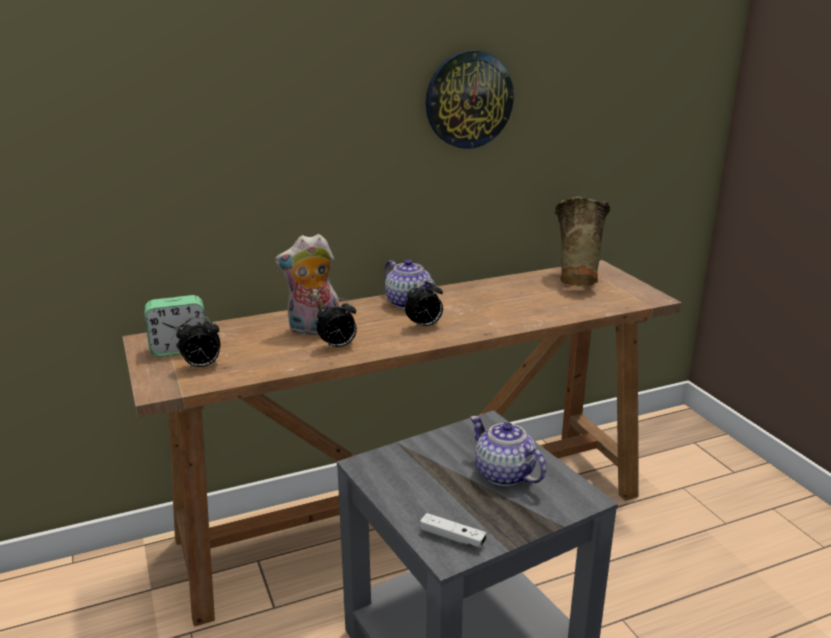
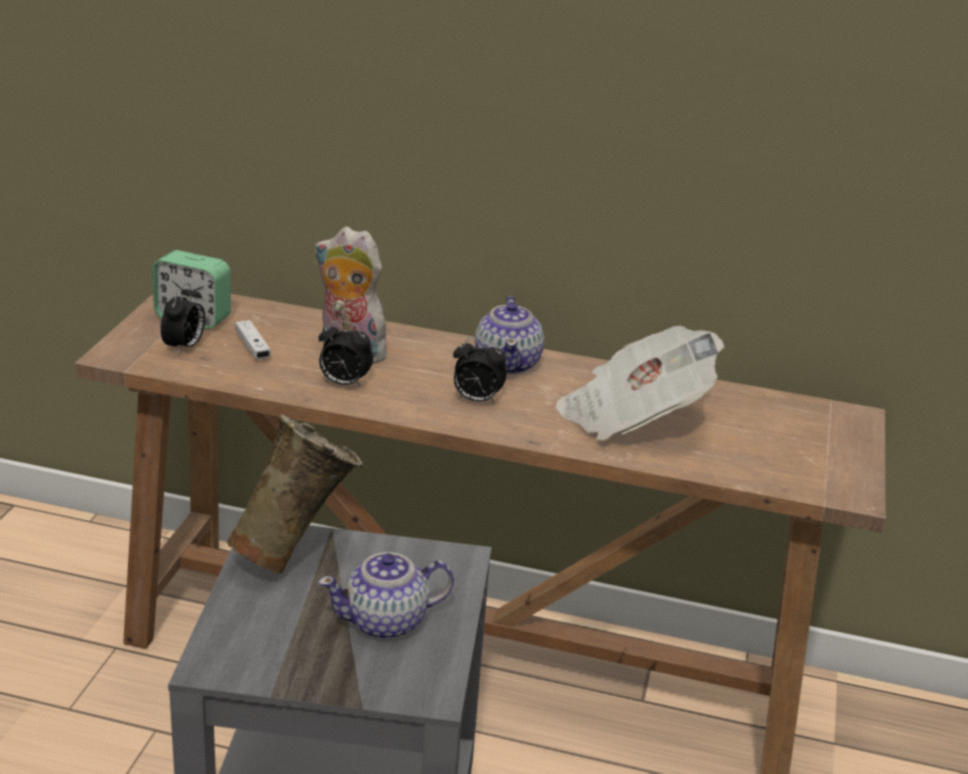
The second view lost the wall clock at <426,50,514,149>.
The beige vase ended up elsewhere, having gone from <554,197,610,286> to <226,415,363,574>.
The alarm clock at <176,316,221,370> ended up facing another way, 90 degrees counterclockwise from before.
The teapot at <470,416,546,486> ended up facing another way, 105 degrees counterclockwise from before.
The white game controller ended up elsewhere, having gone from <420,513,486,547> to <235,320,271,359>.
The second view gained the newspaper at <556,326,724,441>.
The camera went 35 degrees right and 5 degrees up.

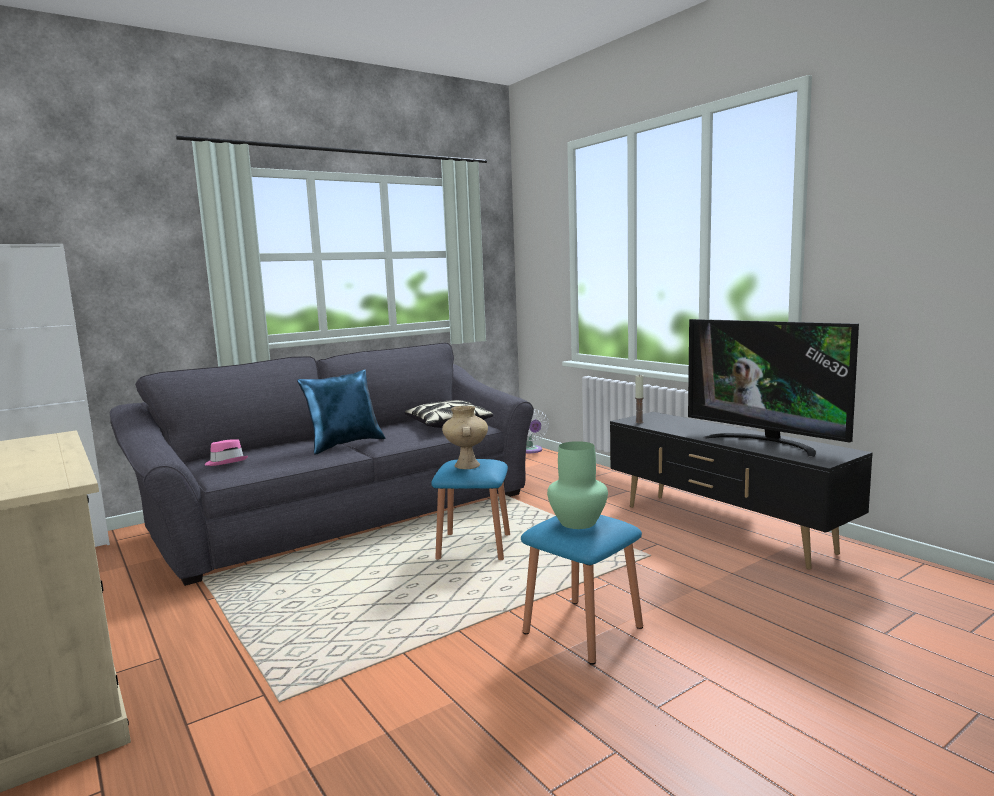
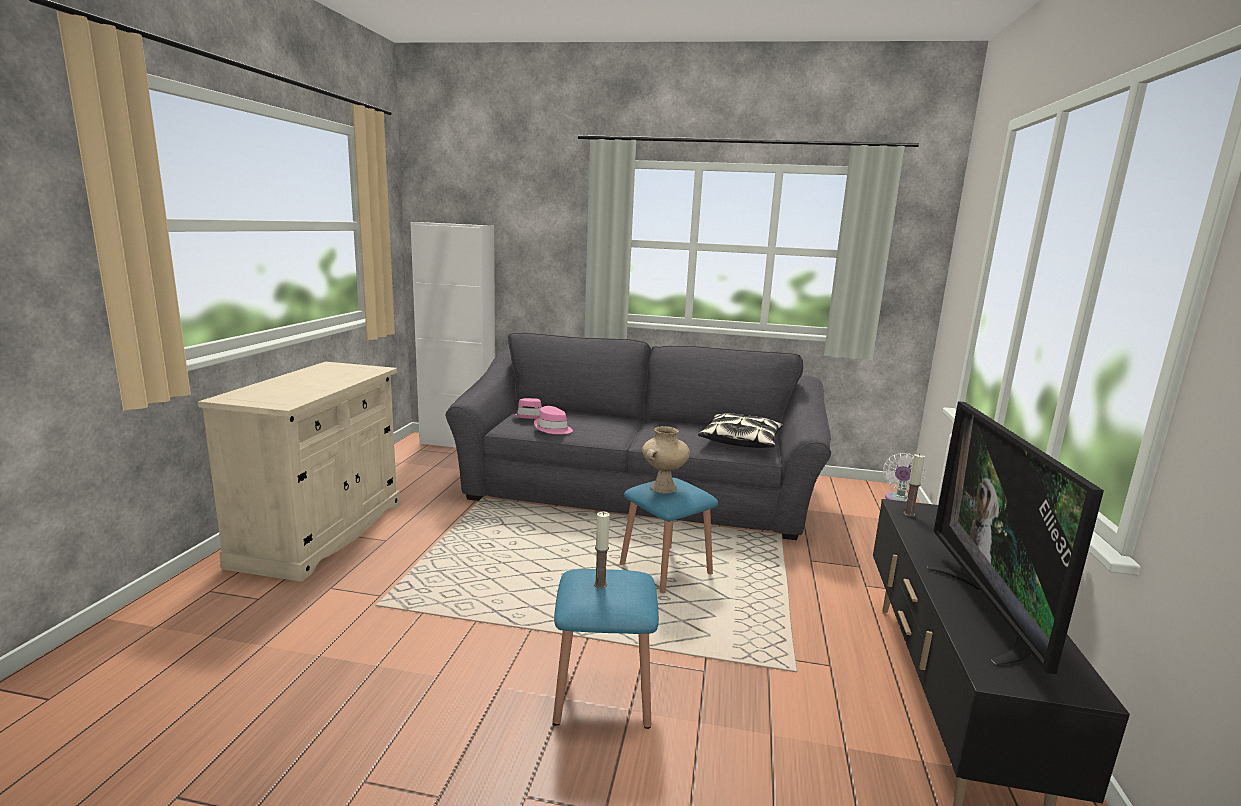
The second view lost the blue pillow at <297,369,385,454>.
Where the green vase stood at <547,441,608,529>, the candle came to stand at <594,512,610,588>.
The second view gained the pink hat at <534,406,573,434>.
The camera went 45 degrees right and 5 degrees up.

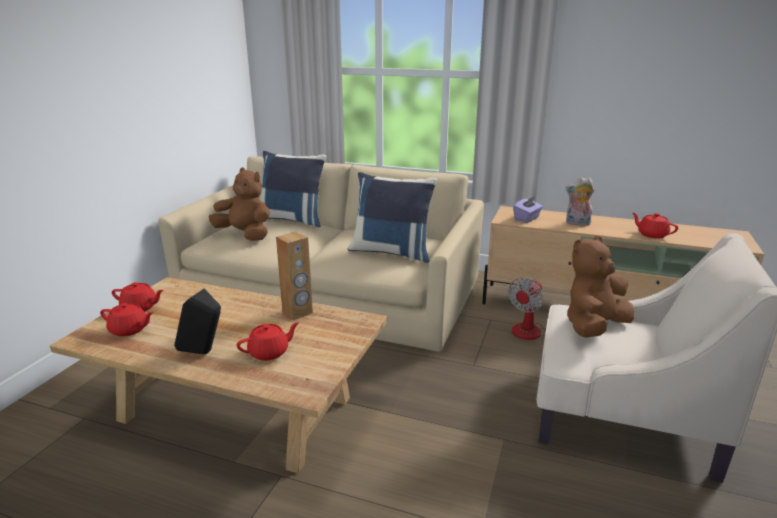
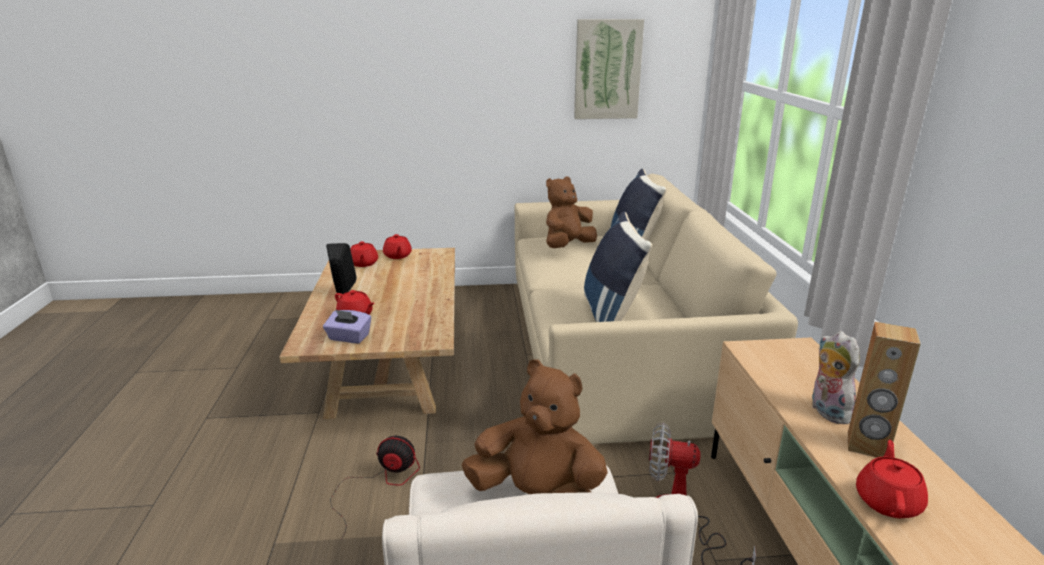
The brown plush toy at <209,167,270,241> ended up facing another way, 135 degrees counterclockwise from before.
The purple tissue box ended up elsewhere, having gone from <513,196,543,223> to <323,309,371,343>.
The brown speaker ended up elsewhere, having gone from <276,232,313,320> to <848,322,921,457>.
The second view gained the picture at <574,19,644,119>.
The second view gained the fan at <330,436,420,540>.
The camera went 65 degrees right and 0 degrees up.

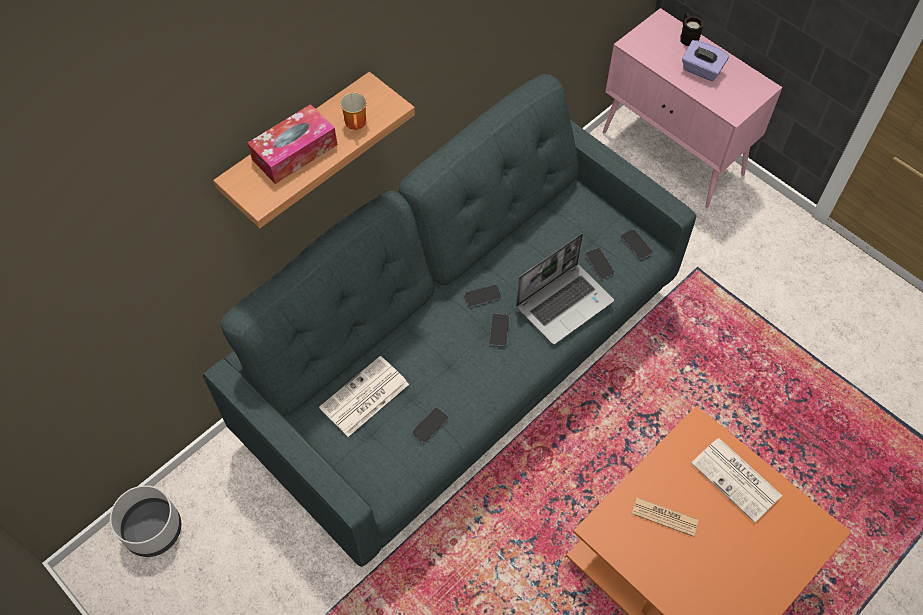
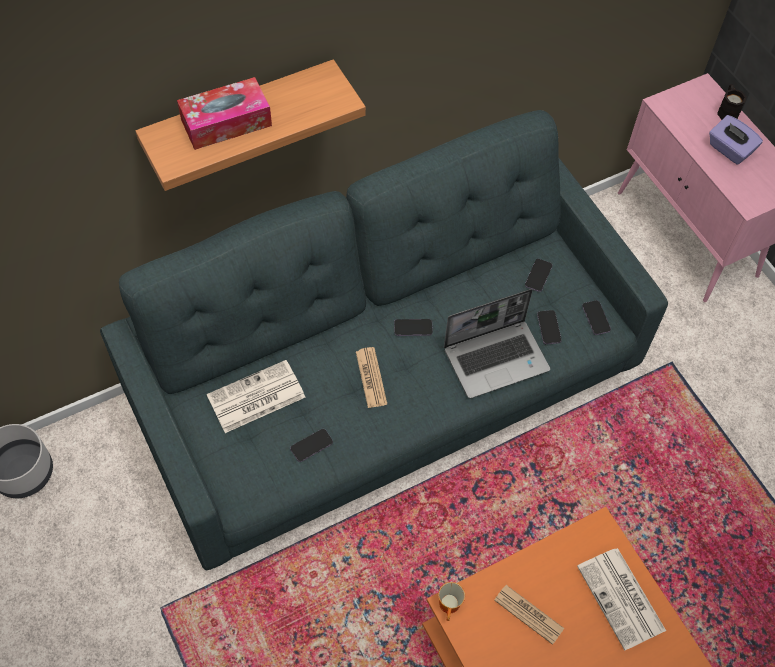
The mug ended up elsewhere, having gone from <340,92,367,130> to <438,582,465,621>.
The phone ended up elsewhere, having gone from <489,314,509,346> to <525,259,552,292>.
The second view gained the newspaper at <356,347,387,408>.
The camera went 15 degrees right and 0 degrees up.

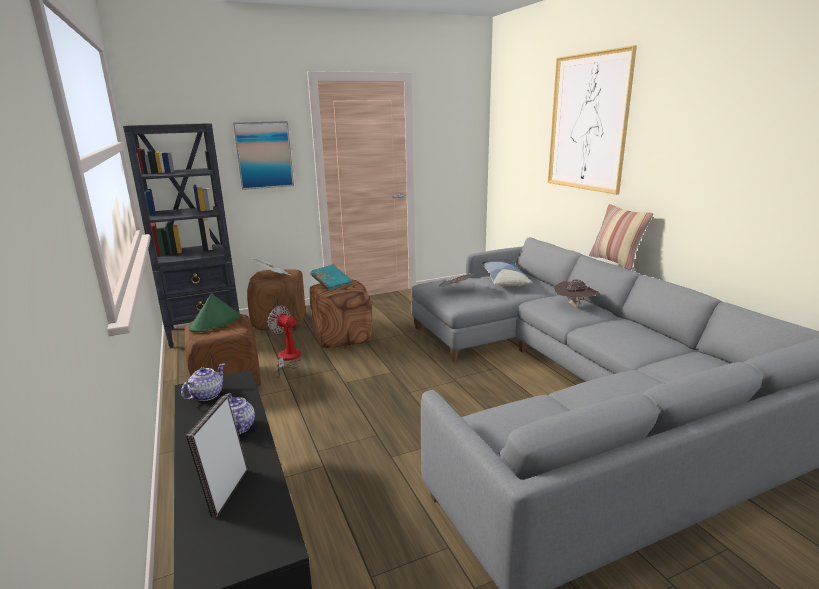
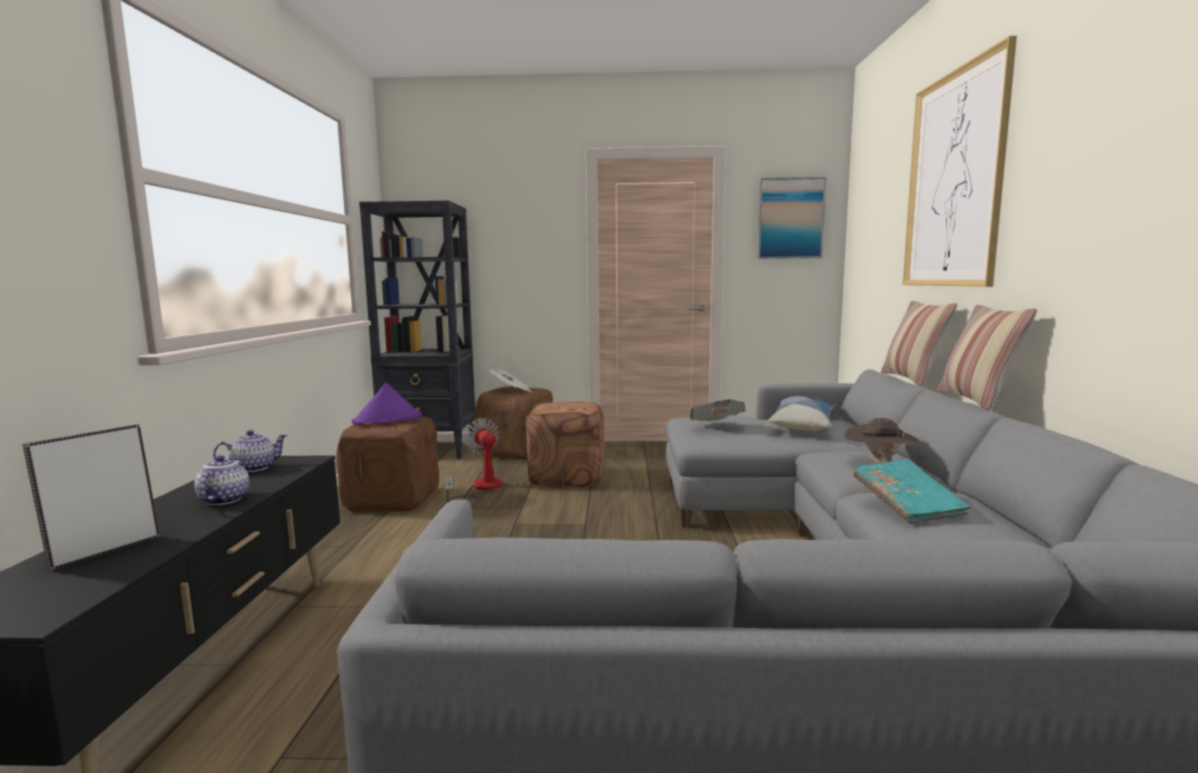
The picture ended up elsewhere, having gone from <233,121,294,190> to <757,177,826,259>.
The turquoise book ended up elsewhere, having gone from <310,264,353,291> to <853,459,970,524>.
What was the green hat at <188,293,240,332> turned into the purple hat at <351,383,422,425>.
The second view gained the pillow at <881,301,957,386>.
The camera went 25 degrees right and 10 degrees down.

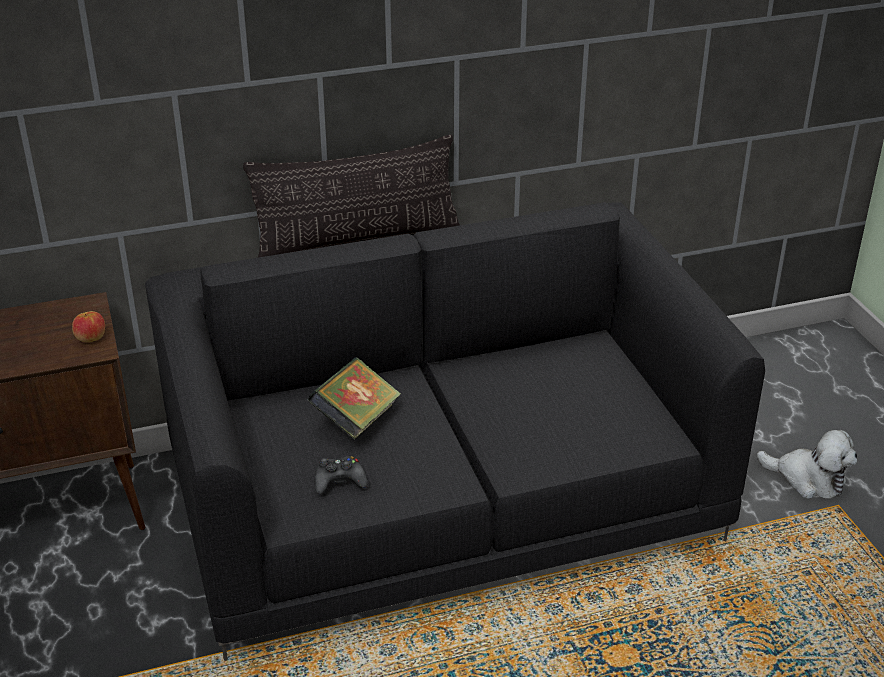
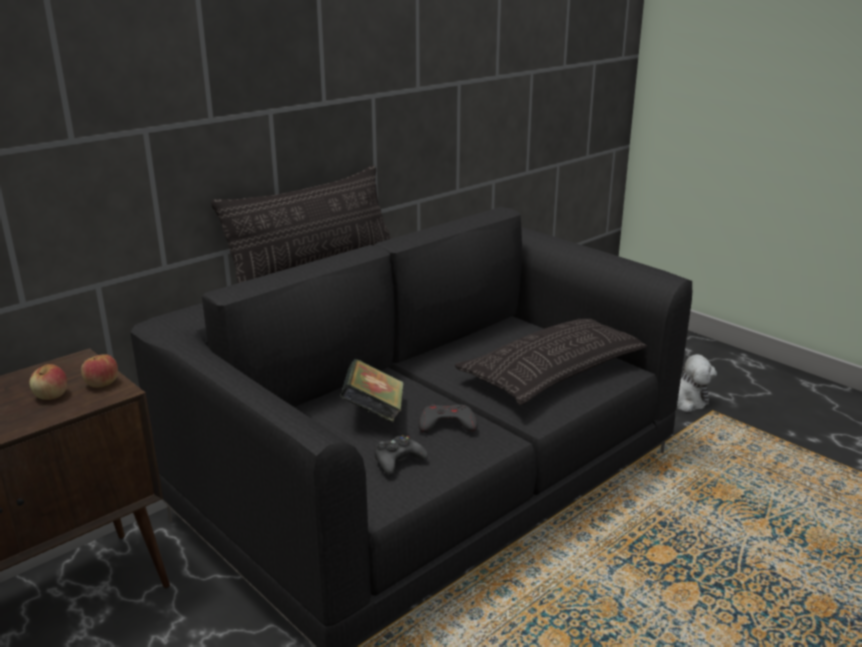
The second view gained the pillow at <455,319,647,405>.
The second view gained the apple at <29,364,67,400>.
The second view gained the grey game controller at <419,404,478,433>.
The camera went 25 degrees left and 10 degrees down.

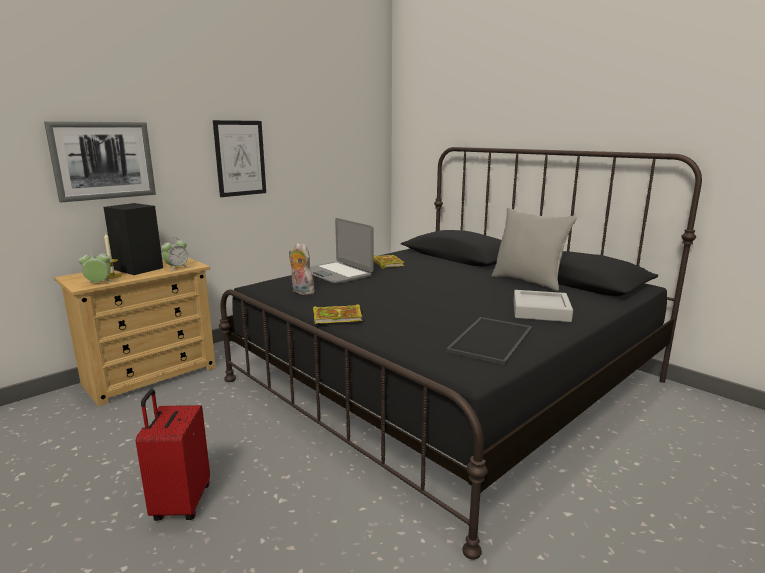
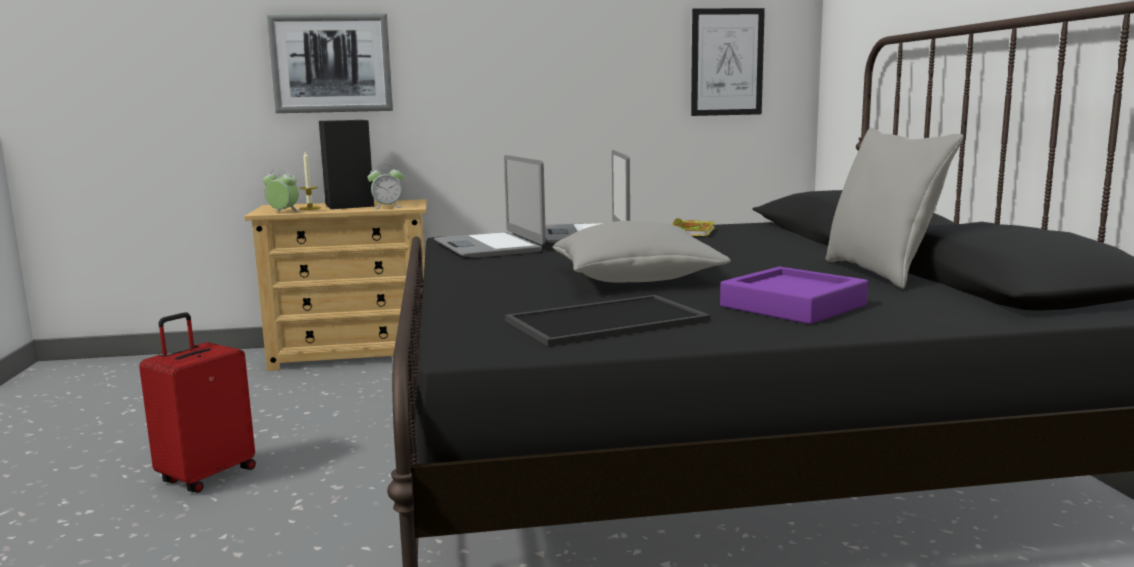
The picture ended up elsewhere, having gone from <213,120,266,197> to <691,8,765,116>.
Where the plush toy stood at <289,243,315,295>, the laptop came to stand at <434,155,546,258>.
What was the grey tray at <514,290,573,322> turned into the purple tray at <720,267,869,324>.
The second view lost the book at <313,304,362,324>.
The second view gained the grey pillow at <553,221,731,283>.
The camera went 35 degrees right and 5 degrees down.

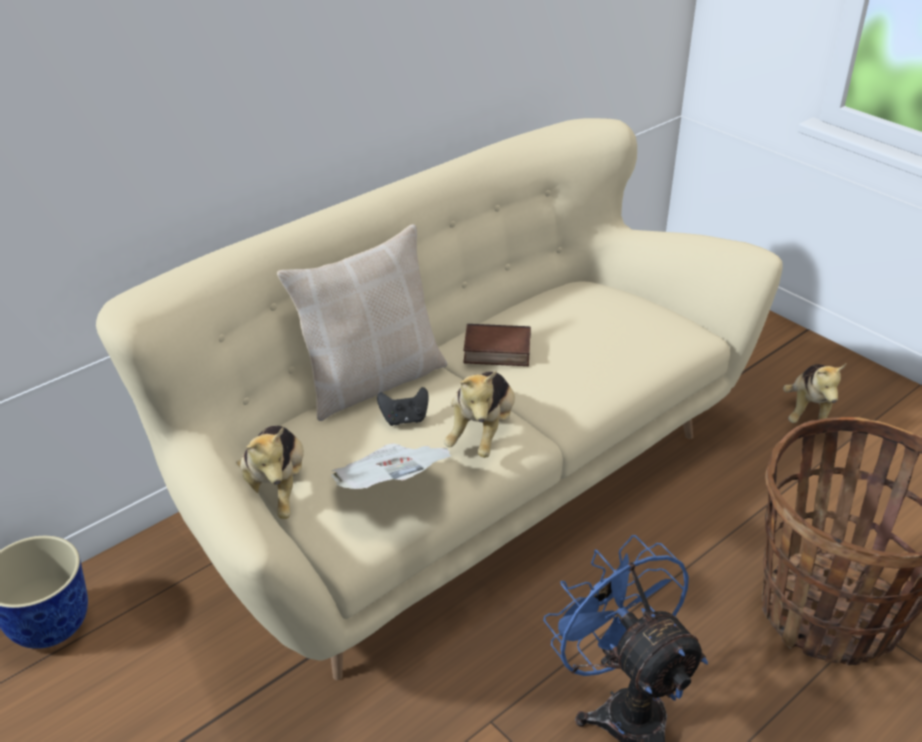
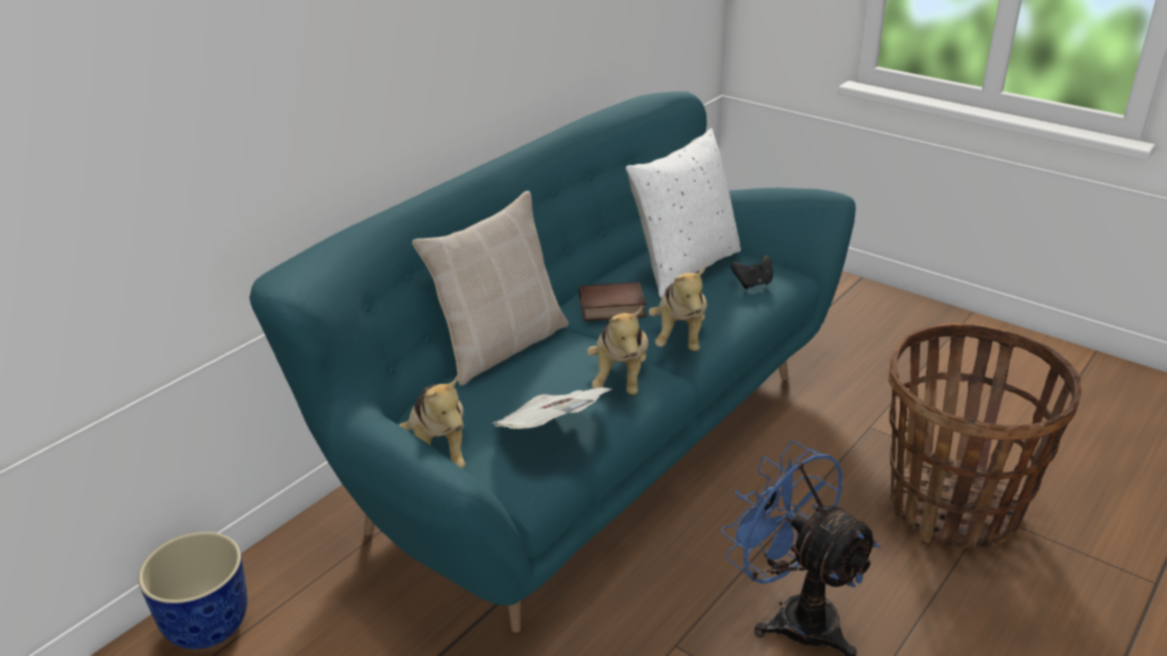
What was the beige sofa at <96,118,783,680> turned into the turquoise sofa at <249,91,856,633>.
The plush toy ended up elsewhere, having gone from <783,363,846,423> to <649,266,707,351>.
The black game controller ended up elsewhere, having gone from <377,387,429,426> to <731,255,773,289>.
The second view gained the white pillow at <626,128,741,298>.
The camera went 10 degrees left and 5 degrees down.

